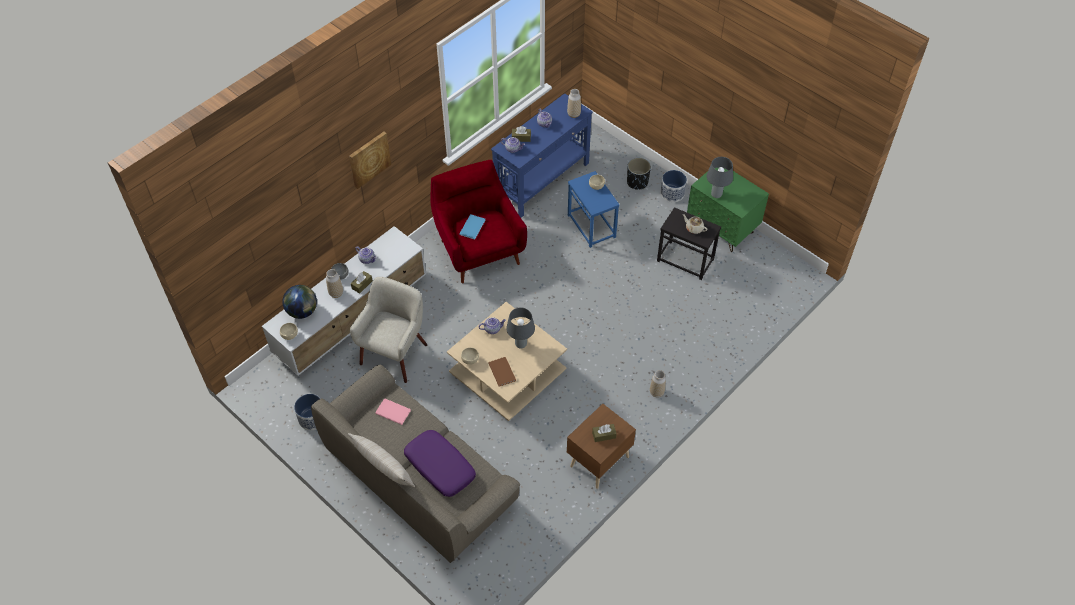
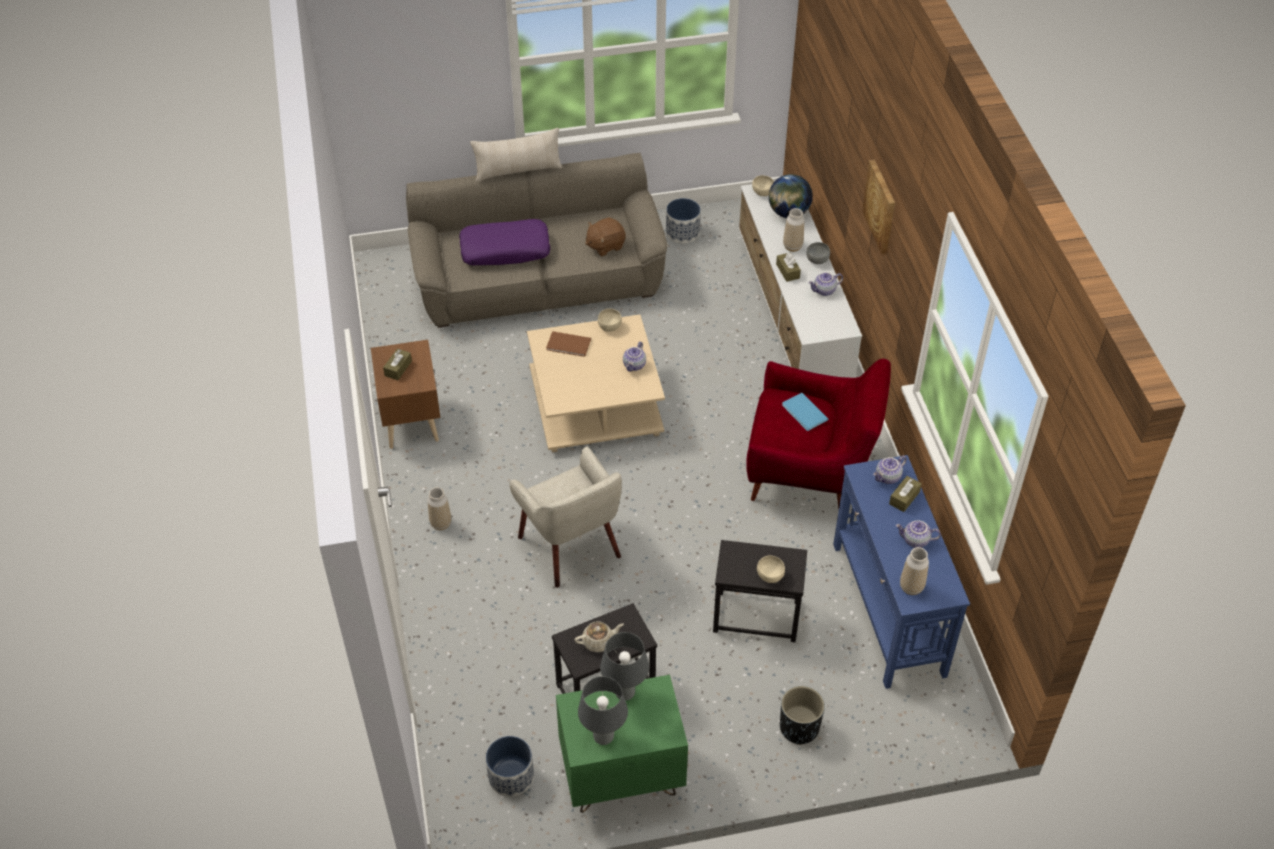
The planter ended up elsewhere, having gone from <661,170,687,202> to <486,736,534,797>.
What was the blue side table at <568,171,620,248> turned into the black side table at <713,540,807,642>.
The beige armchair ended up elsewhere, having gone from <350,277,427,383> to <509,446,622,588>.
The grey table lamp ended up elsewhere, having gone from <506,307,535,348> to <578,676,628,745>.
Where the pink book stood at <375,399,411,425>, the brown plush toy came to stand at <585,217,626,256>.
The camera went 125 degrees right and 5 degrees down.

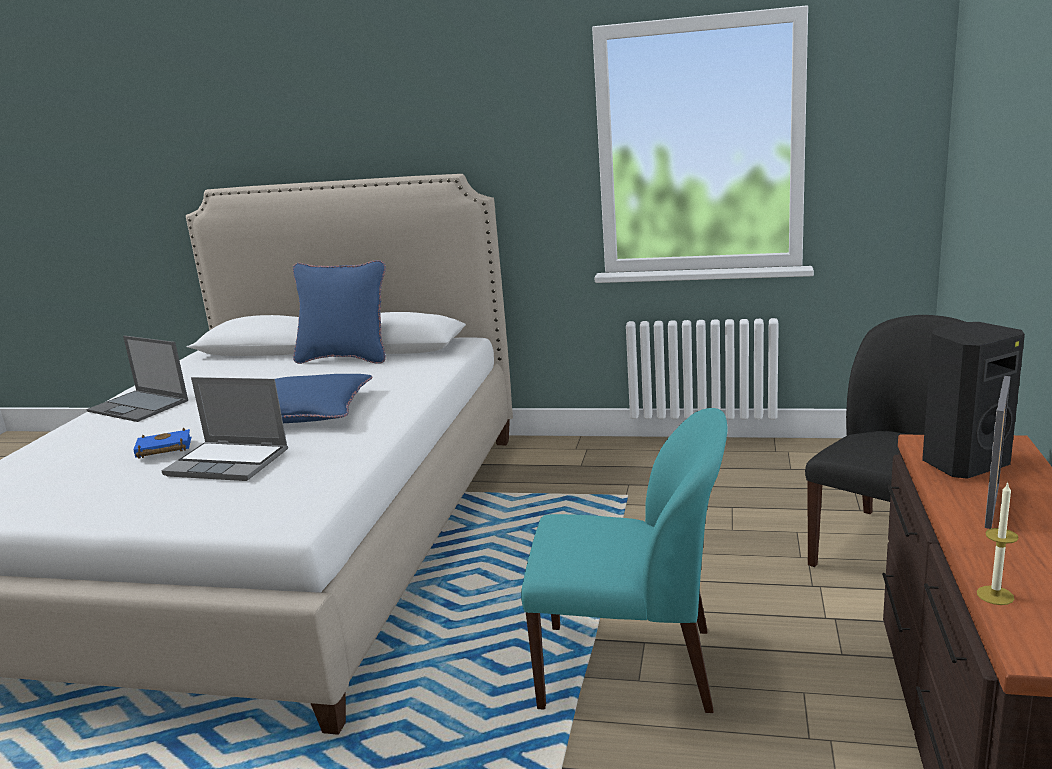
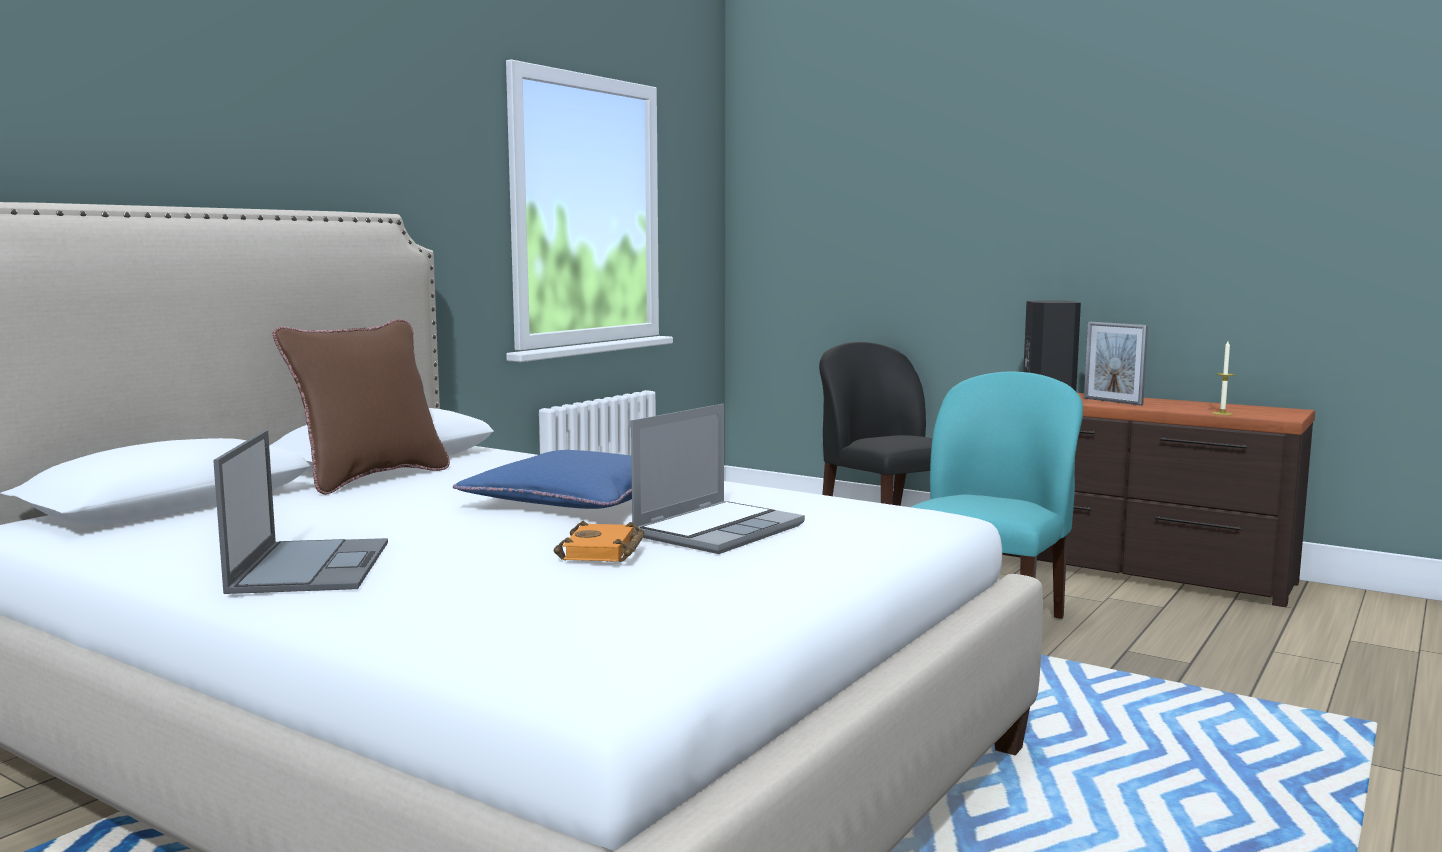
What was the blue pillow at <293,260,386,364> turned into the brown pillow at <273,319,450,495>.
The laptop at <86,336,188,422> ended up facing another way, 60 degrees counterclockwise from before.
What was the blue book at <133,428,191,459> turned into the orange book at <553,521,644,562>.
The camera went 70 degrees left and 10 degrees down.

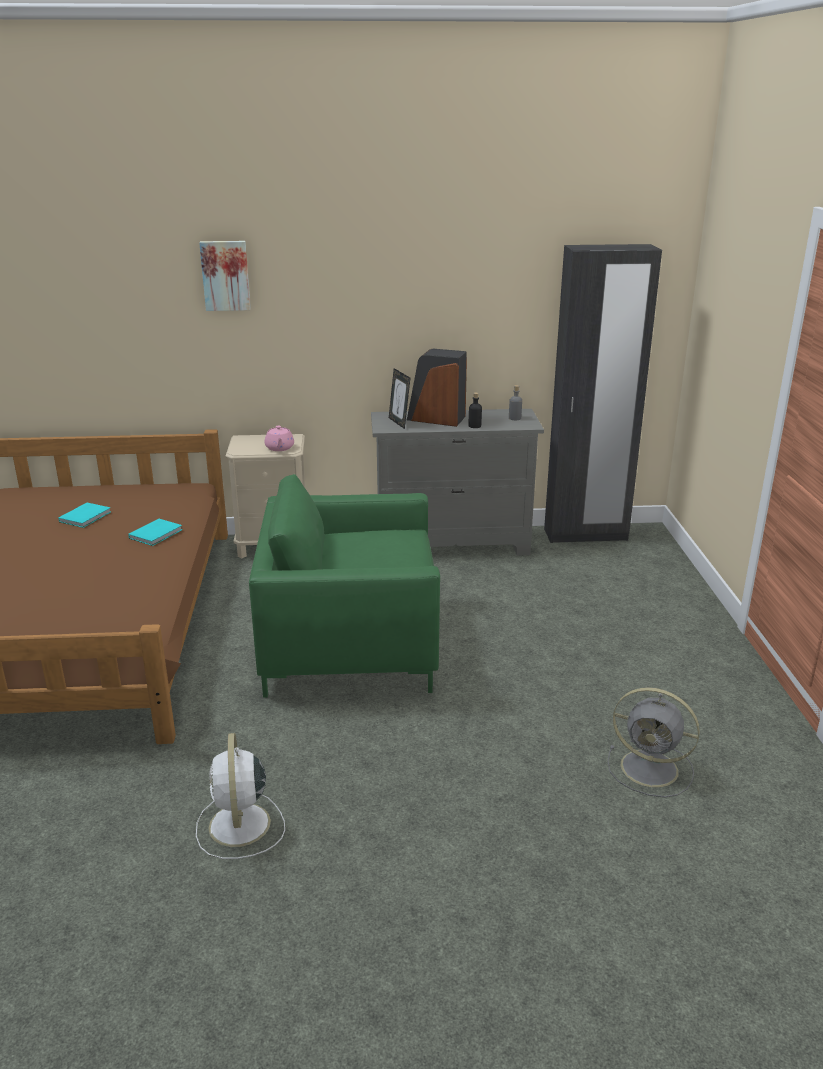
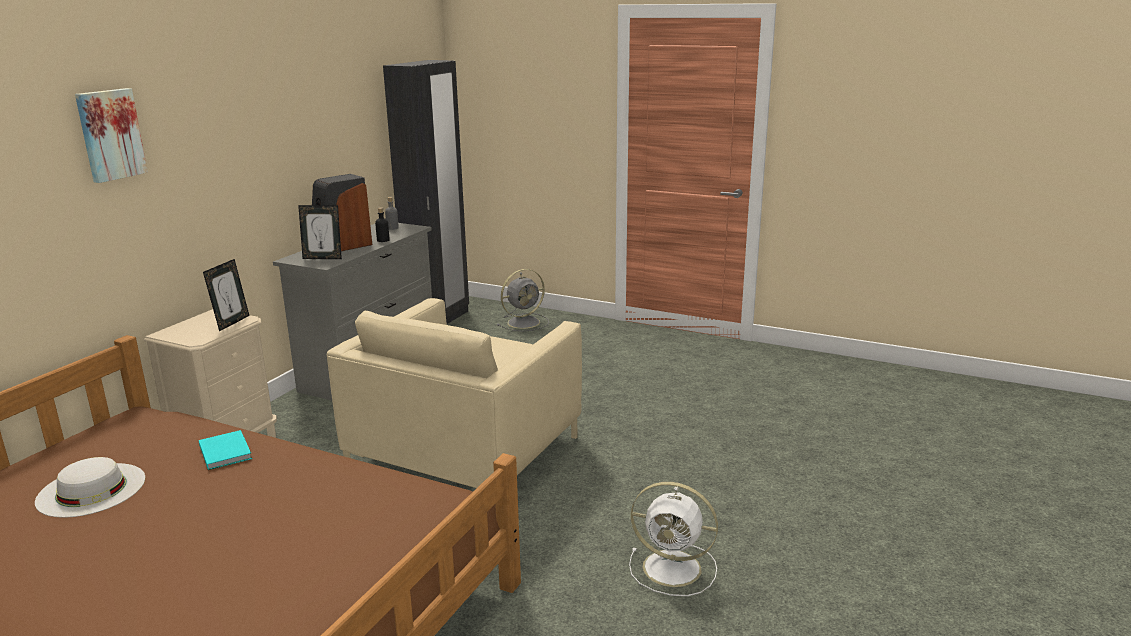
Where the pink teapot stood at <264,426,294,451>, the picture frame came to stand at <203,259,249,331>.
What was the green armchair at <249,474,440,698> turned into the beige armchair at <327,298,582,488>.
Where the turquoise book stood at <58,503,111,528>, the white hat came to stand at <35,457,145,518>.
The grey fan ended up elsewhere, having gone from <608,687,700,797> to <497,269,549,331>.
The camera went 60 degrees left and 5 degrees down.

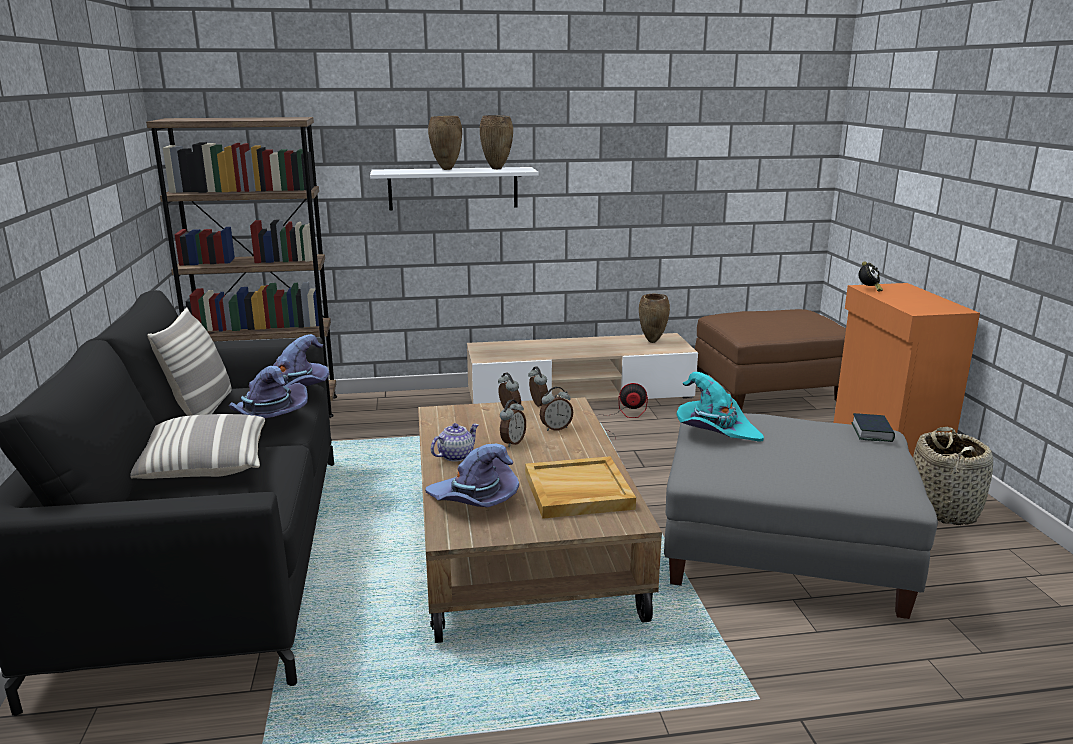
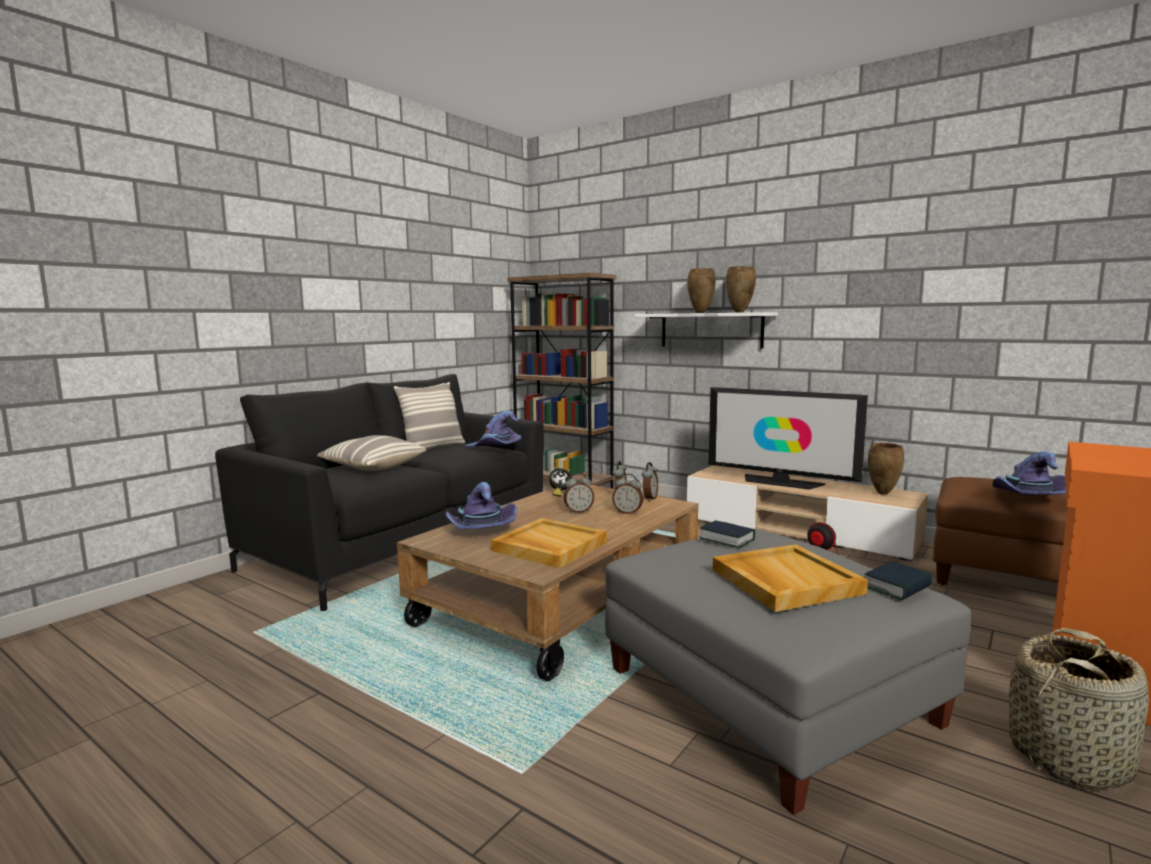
The alarm clock ended up elsewhere, having gone from <859,261,883,292> to <549,466,571,497>.
The purple hat ended up elsewhere, having gone from <229,366,308,418> to <992,451,1066,495>.
Where the turquoise hat stood at <677,372,764,442>, the book came to stand at <700,520,755,548>.
The second view lost the teapot at <431,423,479,462>.
The second view gained the television at <708,387,868,490>.
The second view gained the beige tray at <712,544,868,612>.
The camera went 45 degrees right and 10 degrees down.

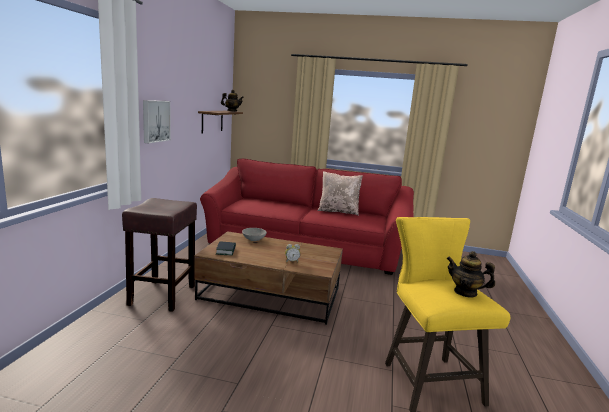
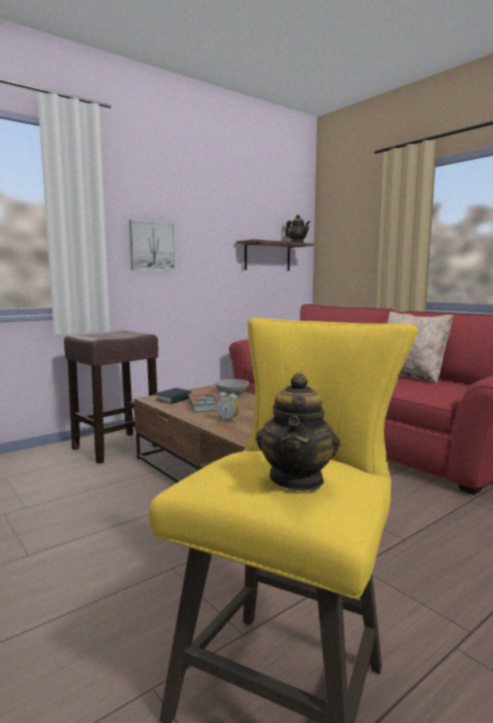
The teapot at <446,251,495,298> ended up facing another way, 150 degrees counterclockwise from before.
The second view gained the book at <188,393,221,412>.
The camera went 40 degrees right and 5 degrees down.

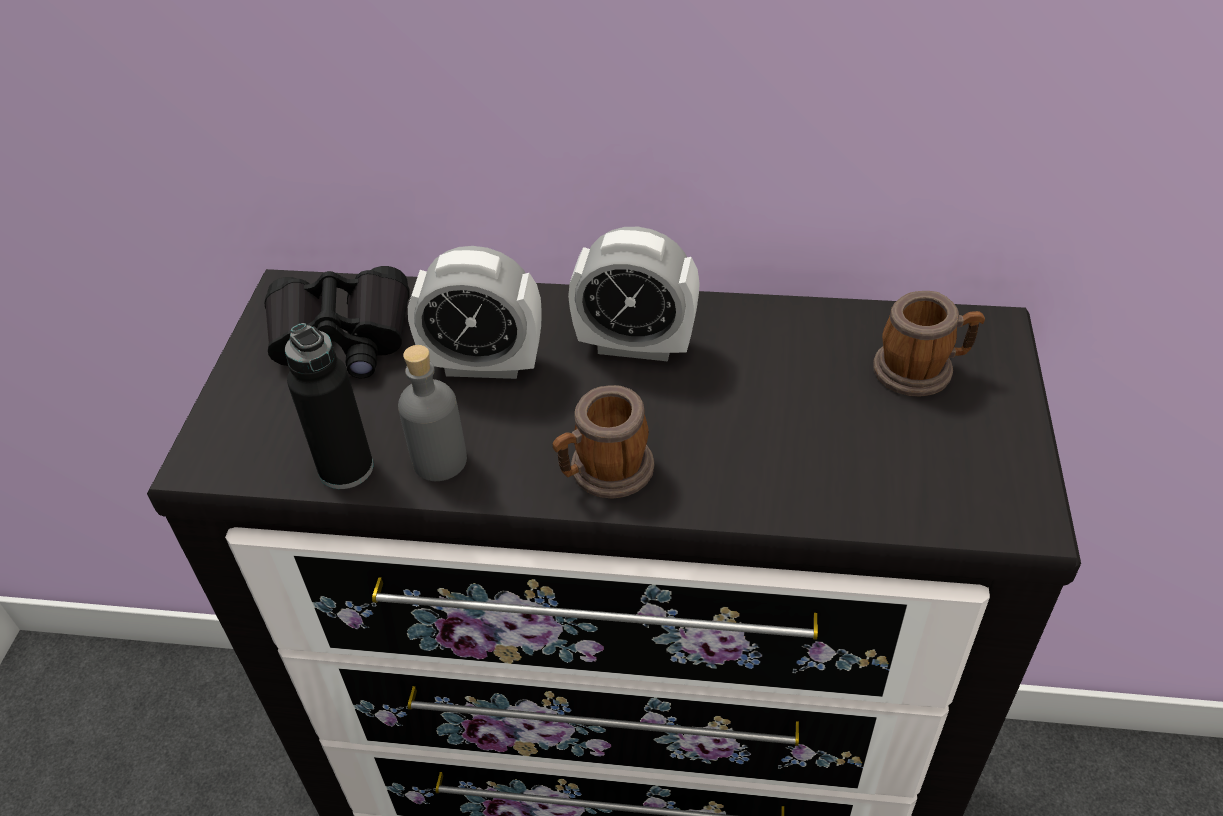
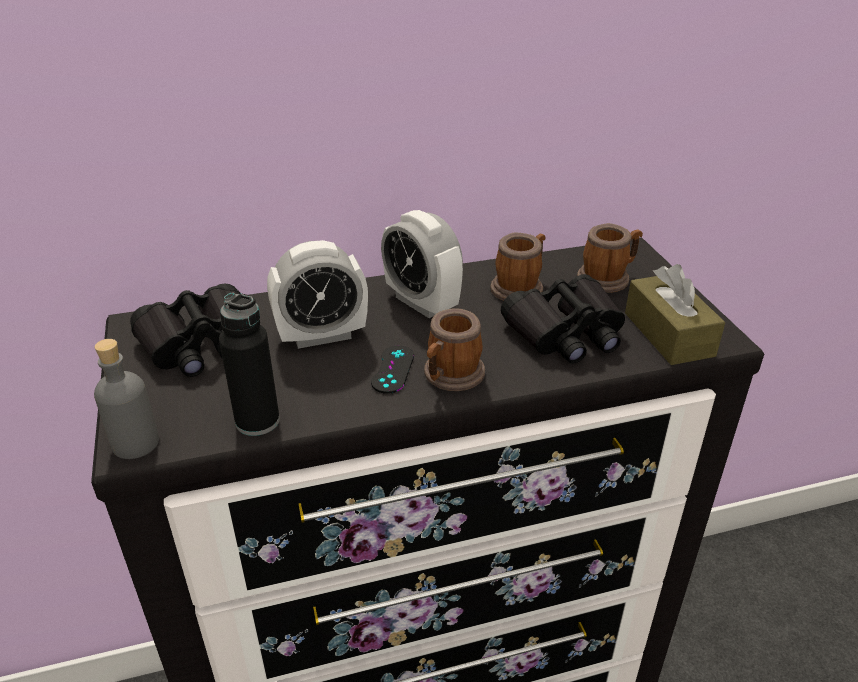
The alarm clock at <568,227,700,361> ended up facing another way, 60 degrees clockwise from before.
The grey bottle ended up elsewhere, having gone from <398,345,467,481> to <94,339,159,459>.
The second view gained the mug at <490,233,545,301>.
The second view gained the brown tissue box at <625,264,726,365>.
The second view gained the black binoculars at <501,274,625,364>.
The second view gained the black game controller at <371,346,414,394>.
The camera went 25 degrees left and 10 degrees down.

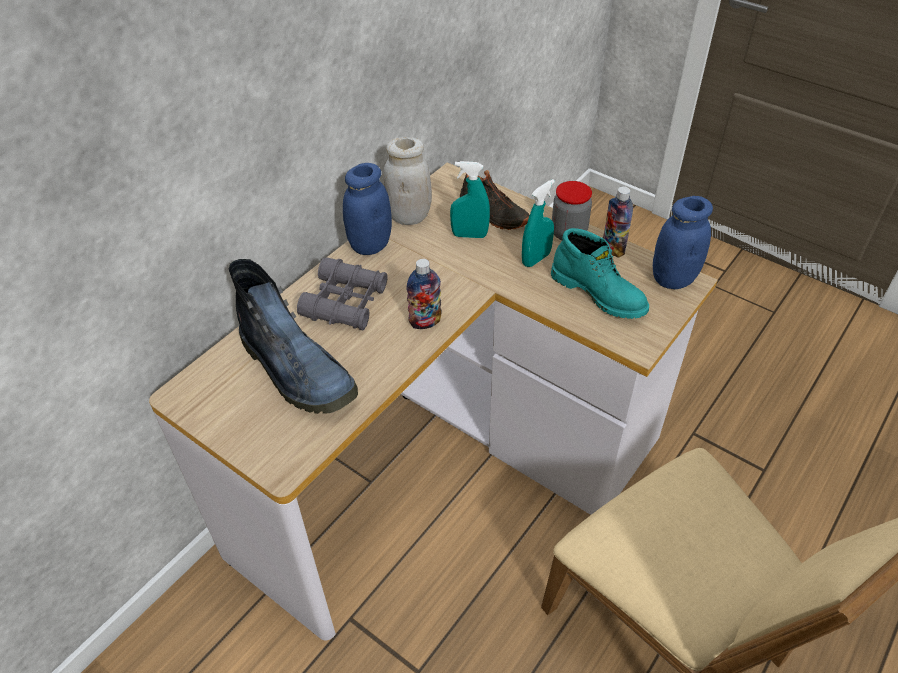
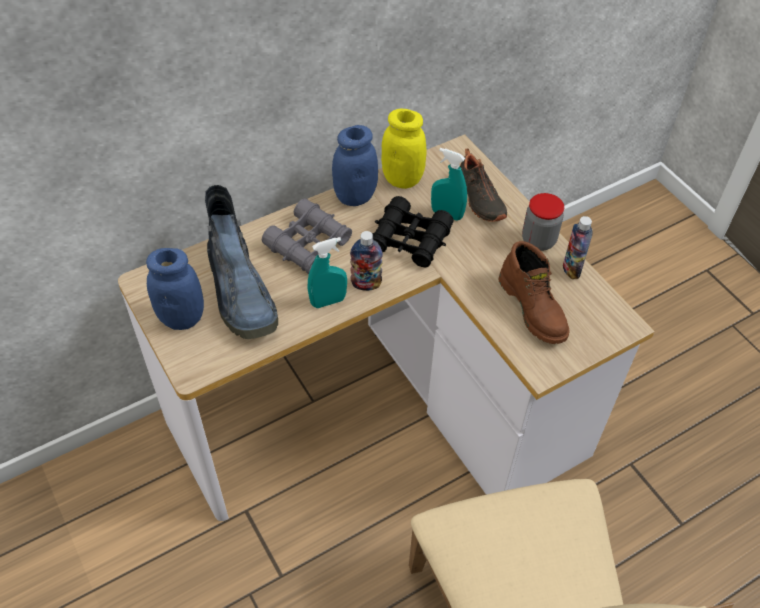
What was the white jar at <383,137,432,225> turned into the yellow jar at <381,108,426,189>.
The turquoise spray bottle ended up elsewhere, having gone from <522,179,555,267> to <308,237,347,308>.
The blue jar ended up elsewhere, having gone from <653,196,713,289> to <146,248,204,330>.
What was the turquoise boot at <551,228,649,319> turned into the brown boot at <499,241,570,344>.
The second view gained the black binoculars at <372,196,454,268>.
The camera went 20 degrees right and 5 degrees up.

